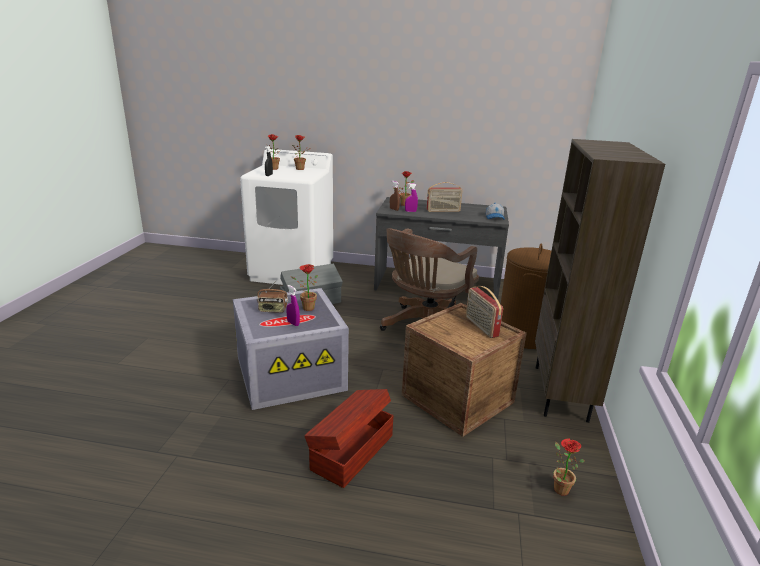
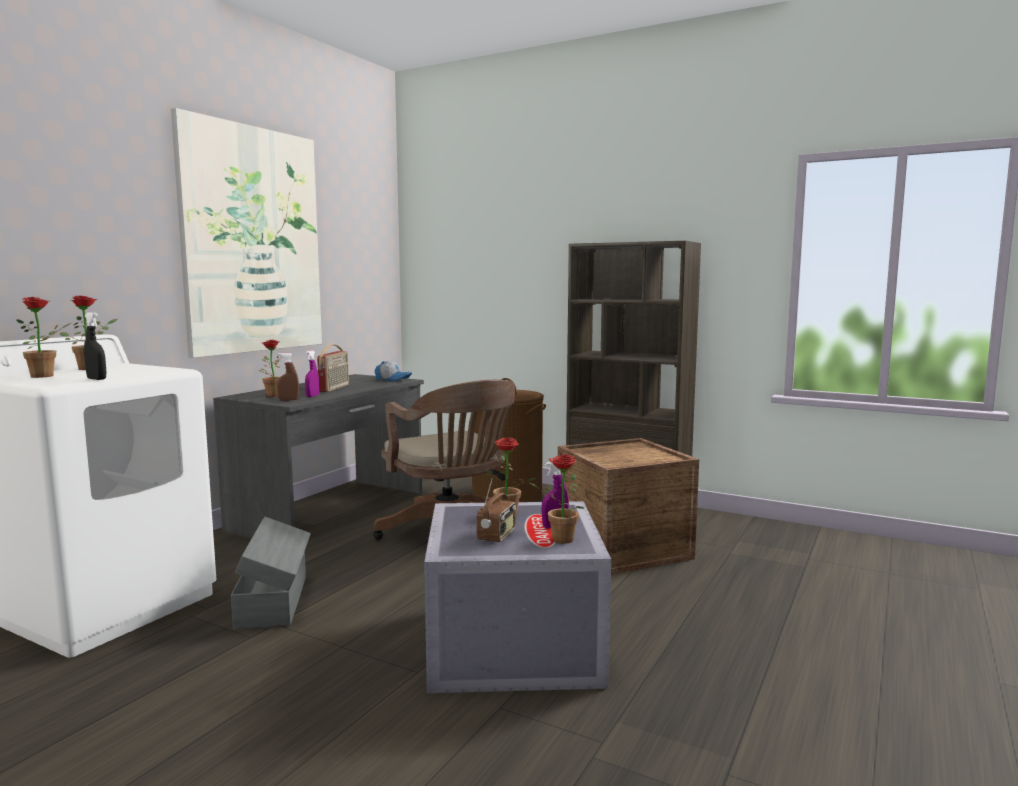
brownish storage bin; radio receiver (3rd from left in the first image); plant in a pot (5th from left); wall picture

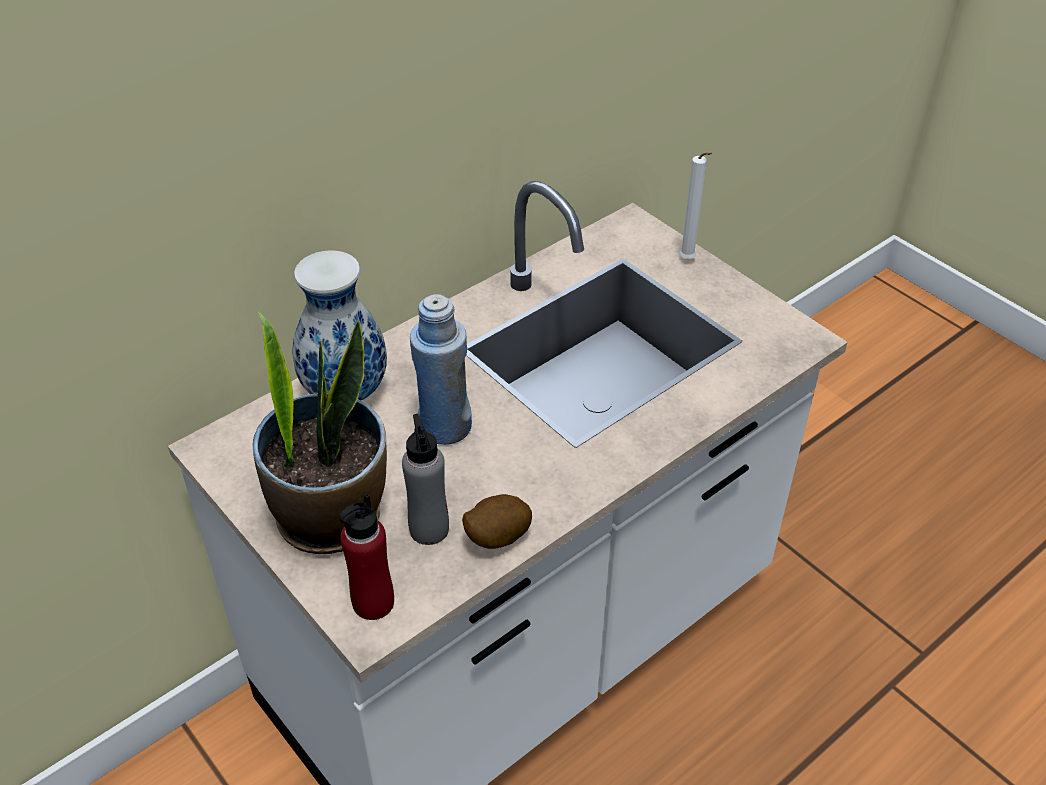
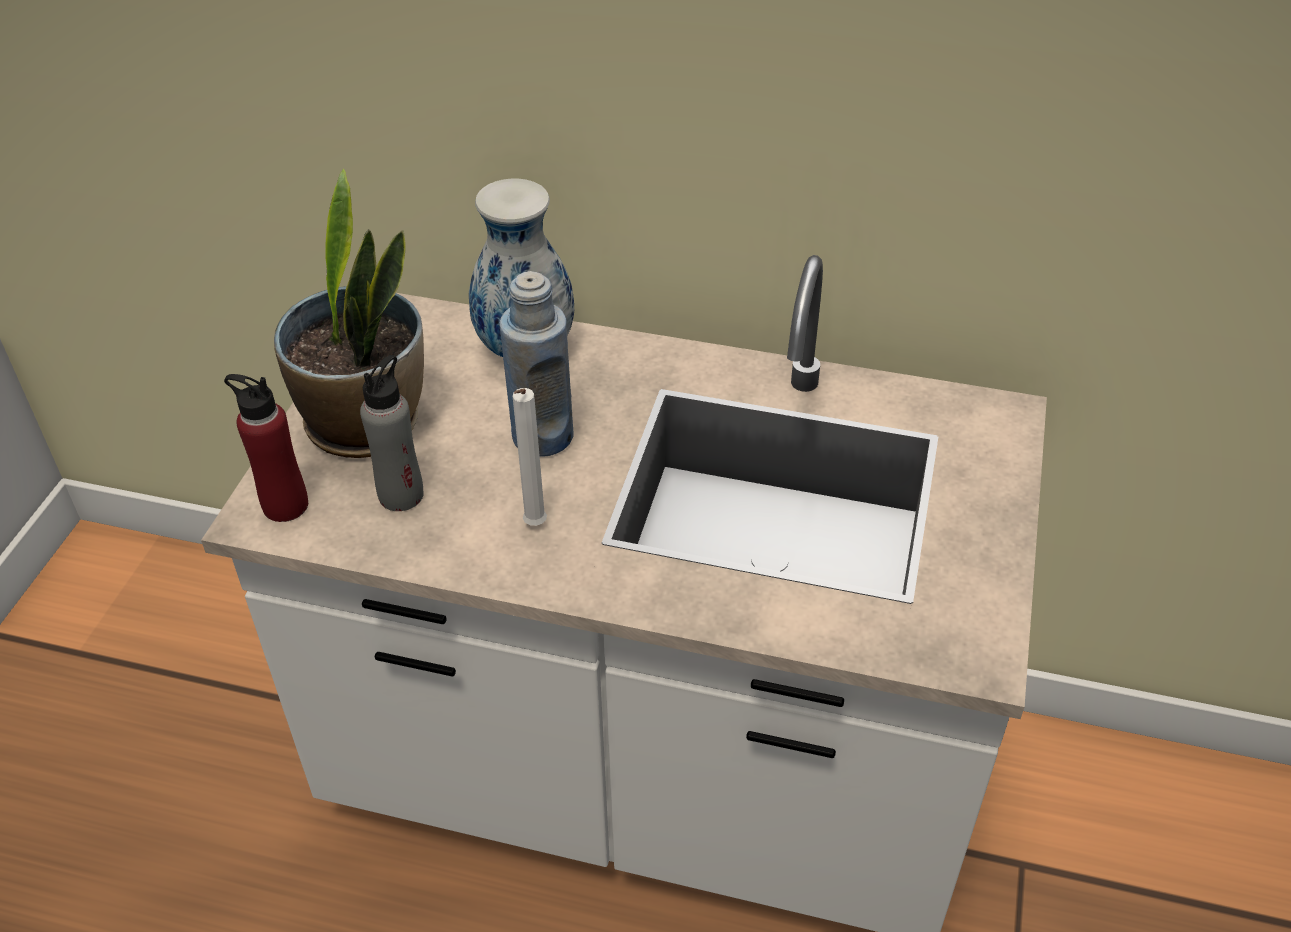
spud; white wax light

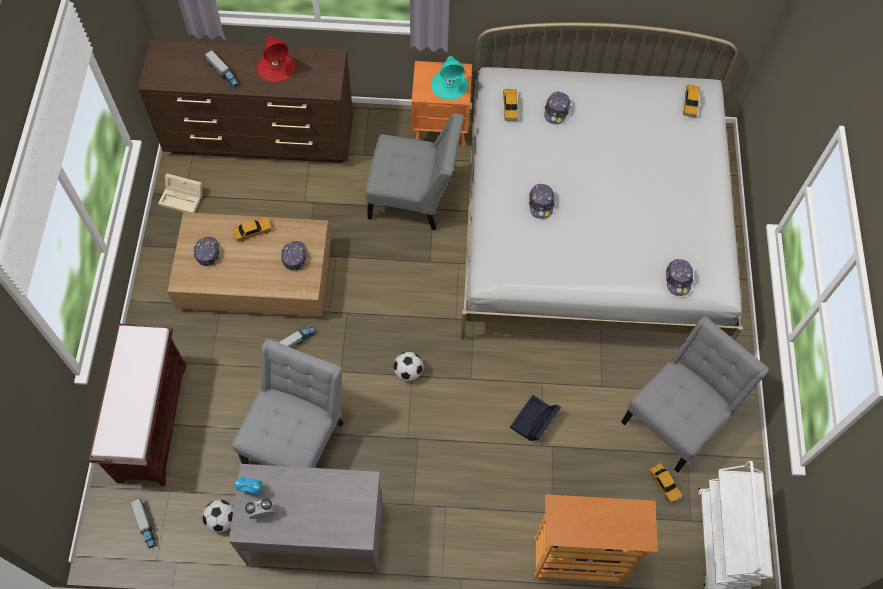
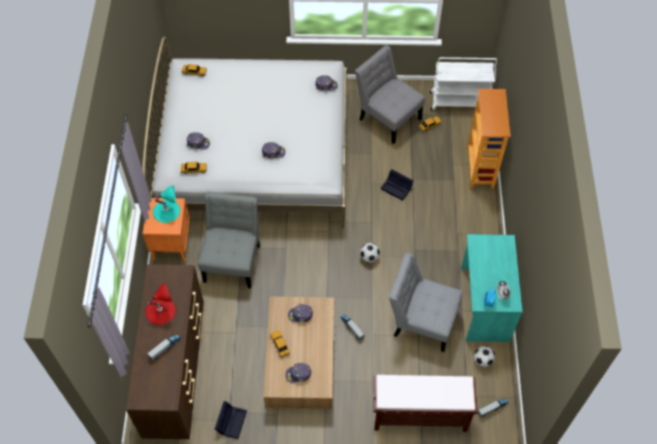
black storage bin (1st from left); blue-green desk

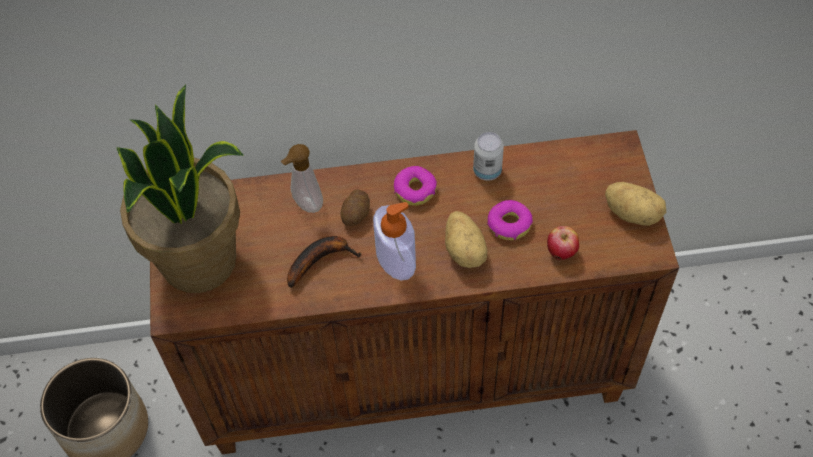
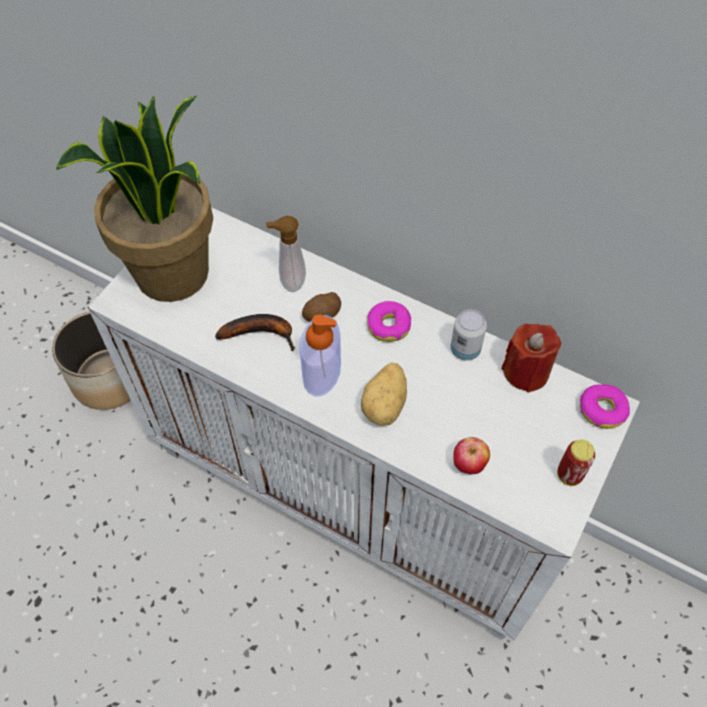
white cabinet; ring doughnut (2nd from left); can (2nd from left); red-coloured wax light

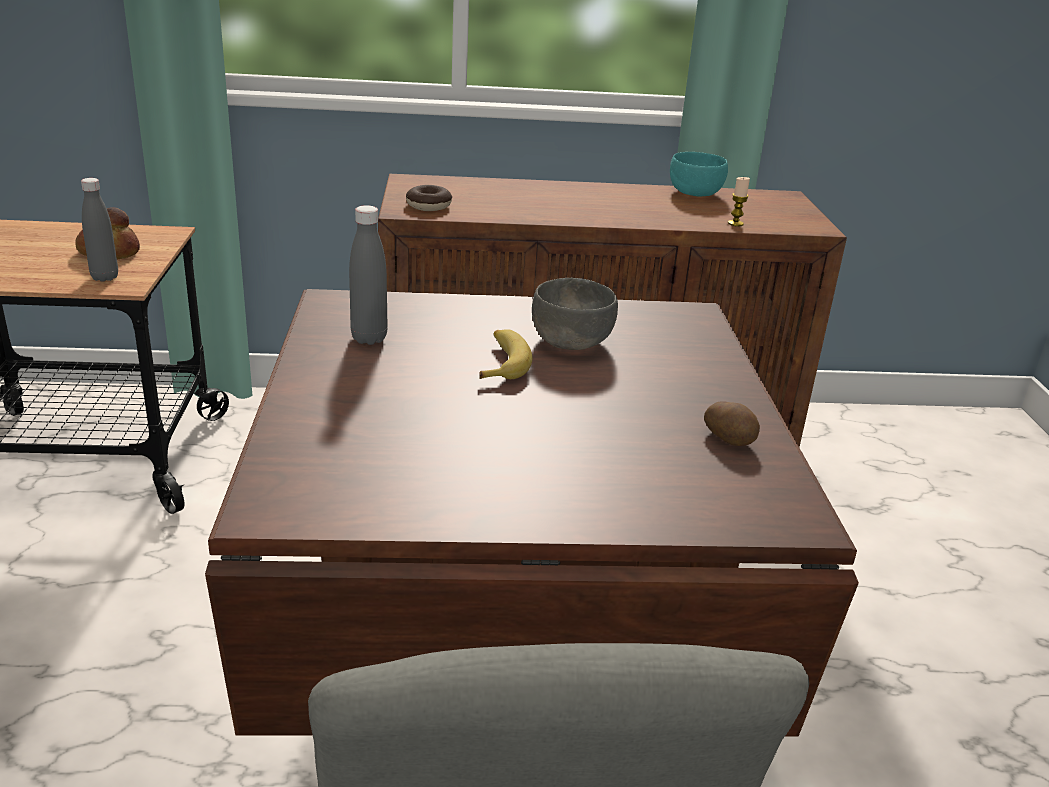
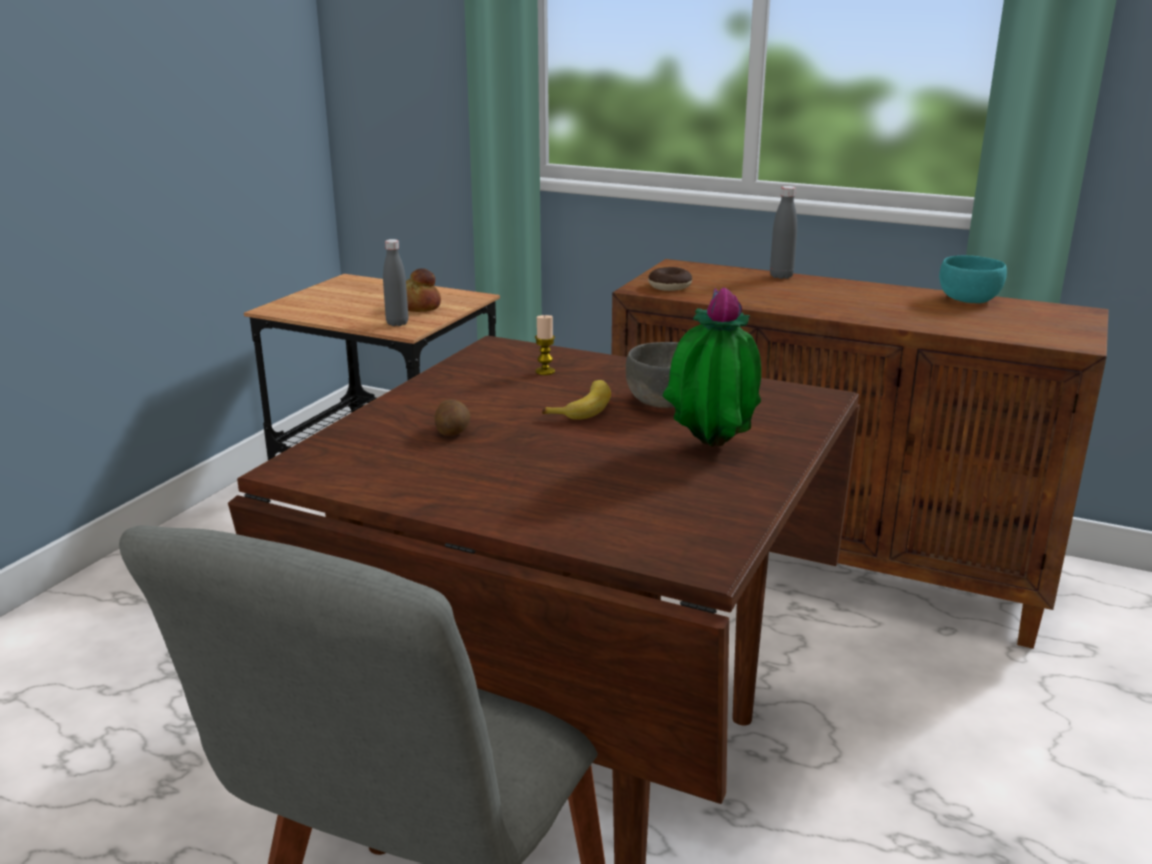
gray bottle (2nd from left); spud; wax light; plant in a pot

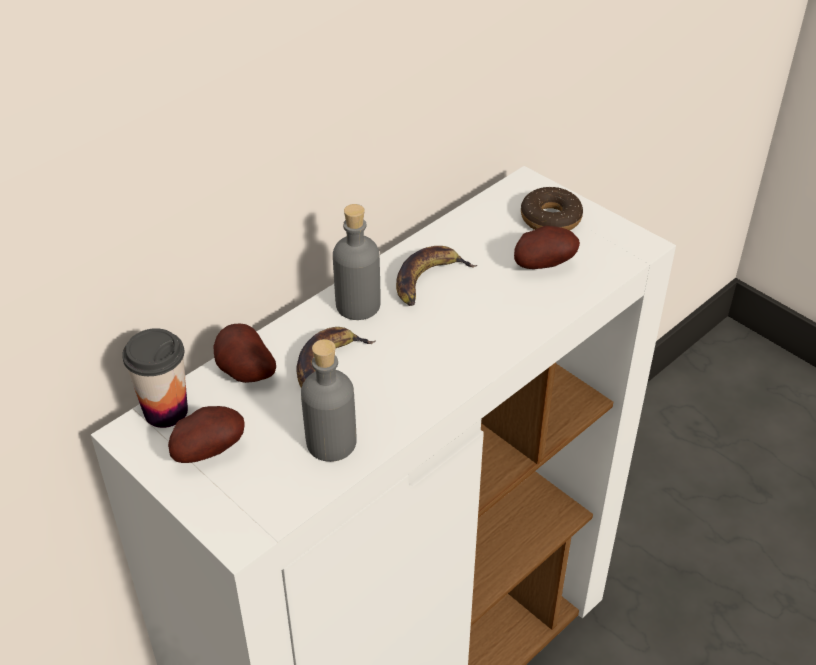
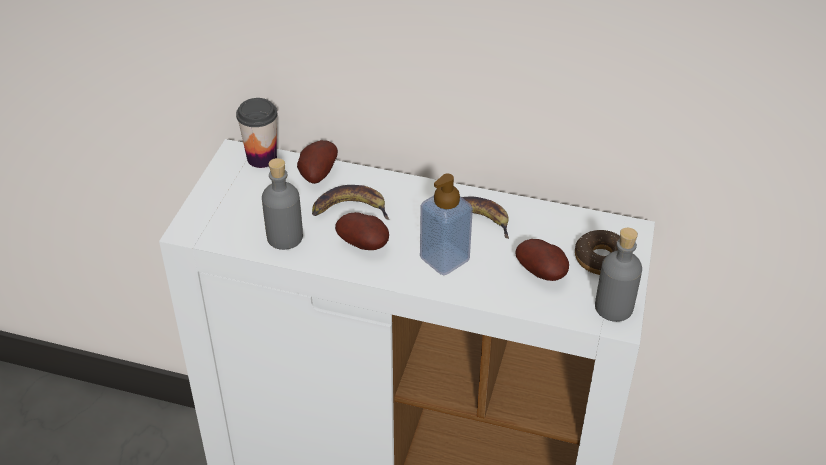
spud (2nd from left); gray bottle (2nd from left); soap bottle

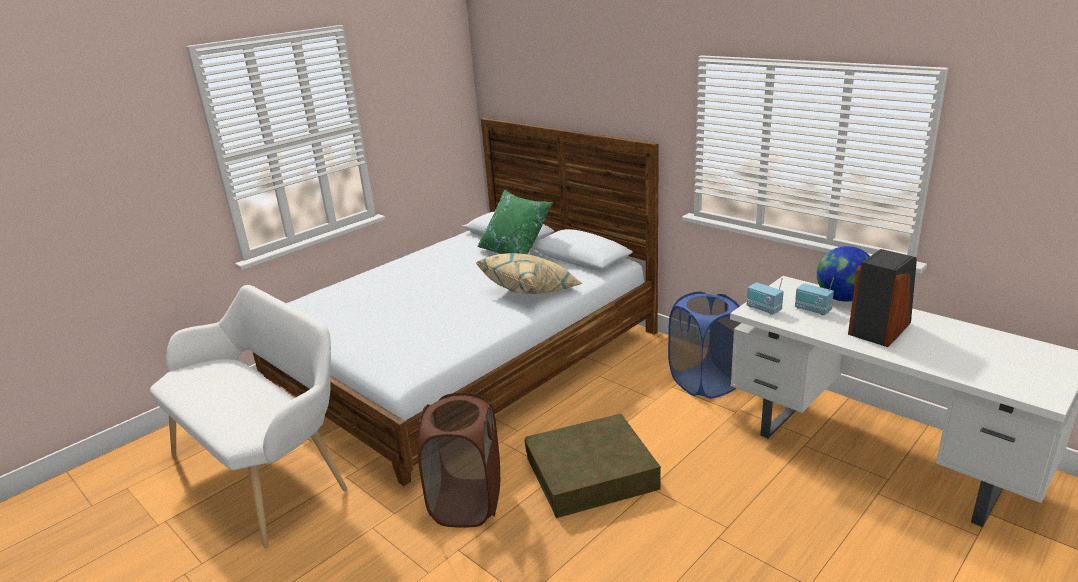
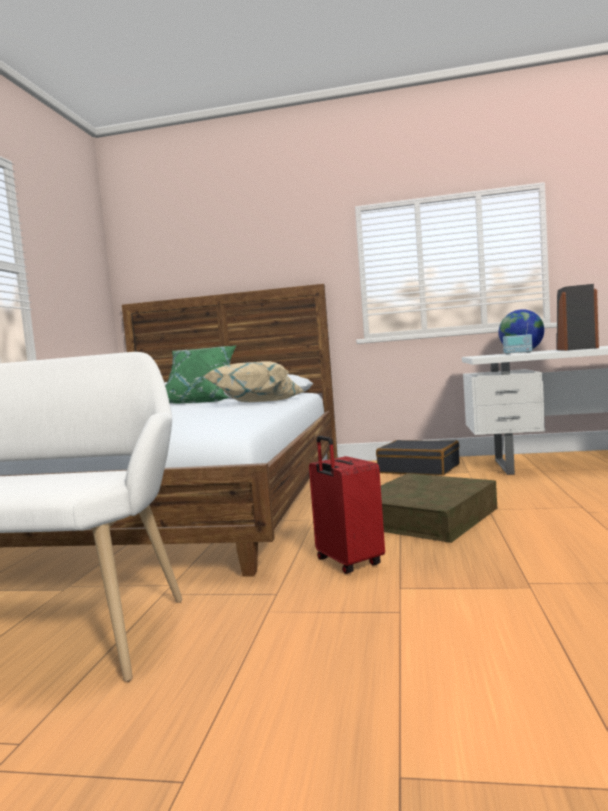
red-coloured piece of luggage; black piece of luggage; radio receiver (1st from left in the first image)

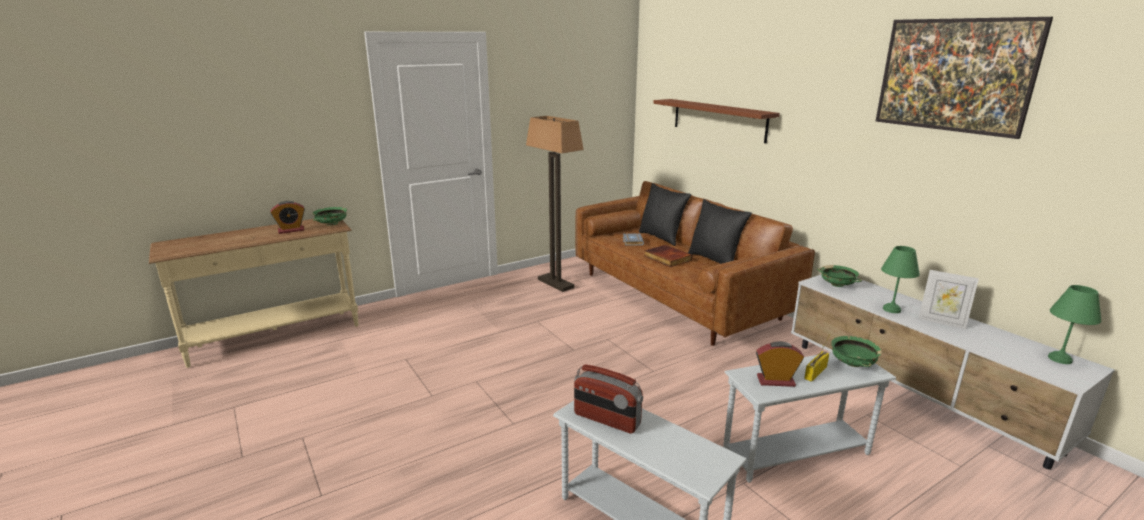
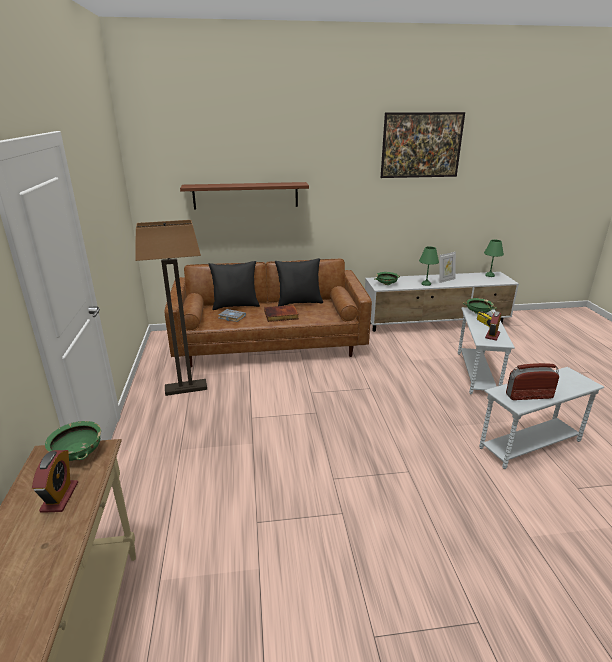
radio receiver (2nd from left)

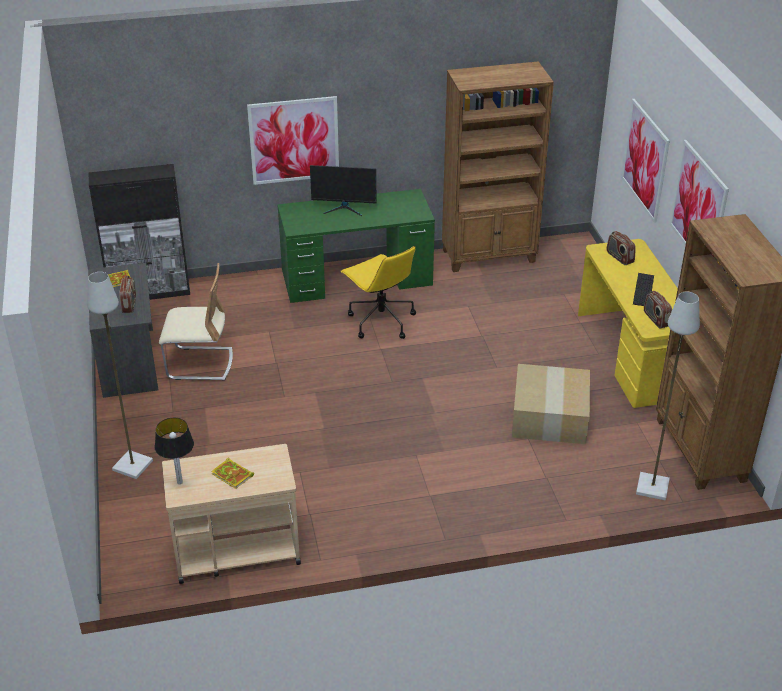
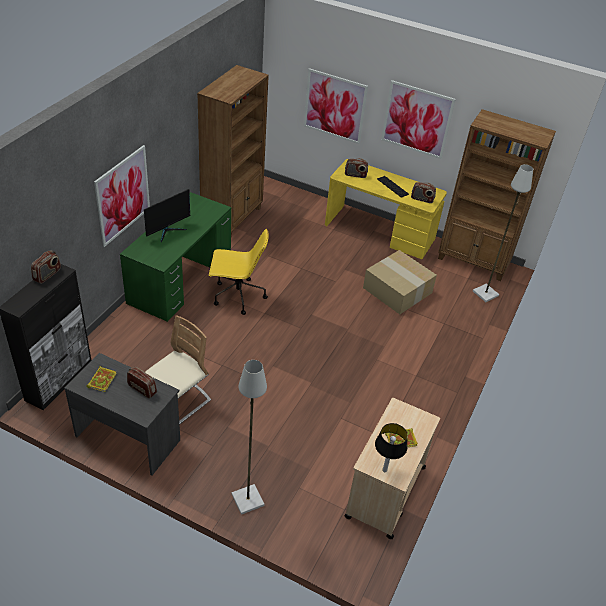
radio receiver (1st from left)

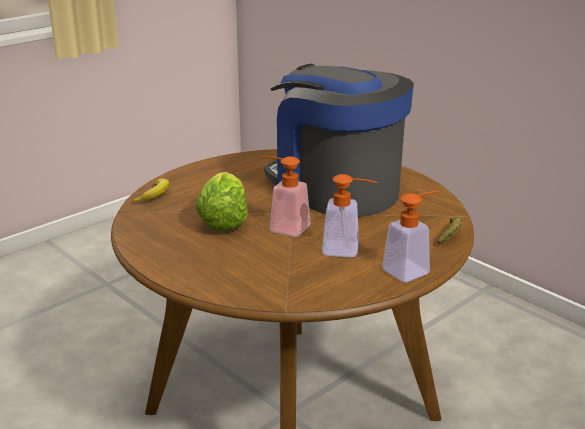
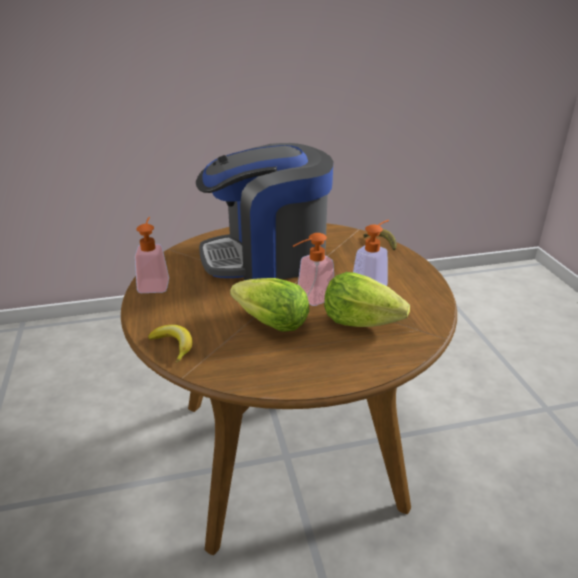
soap bottle (1st from left); head of lettuce (2nd from left)

